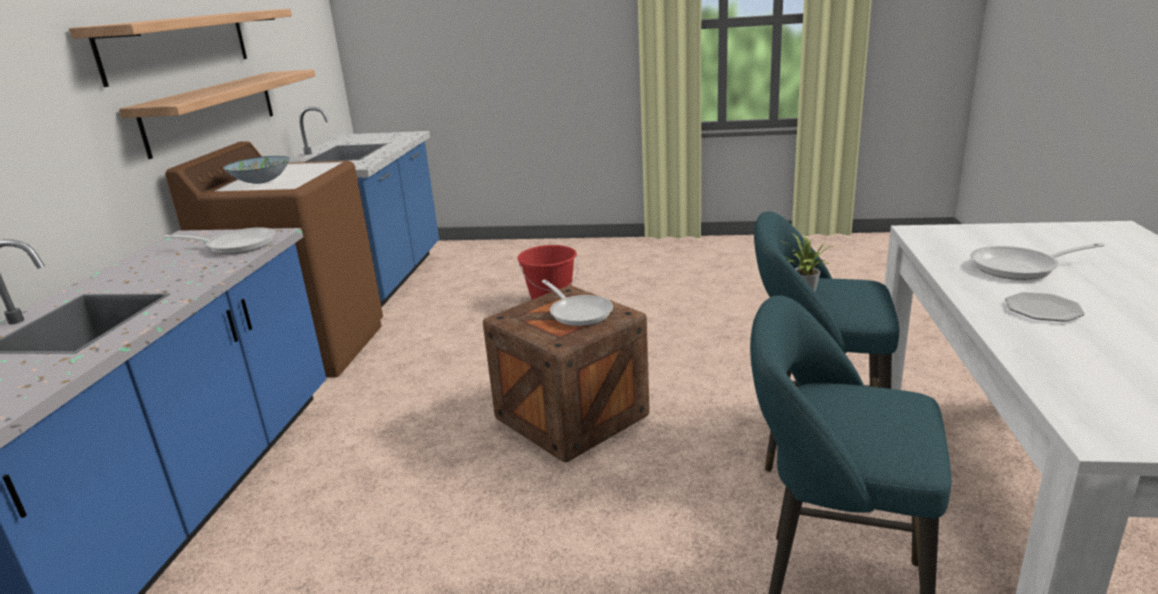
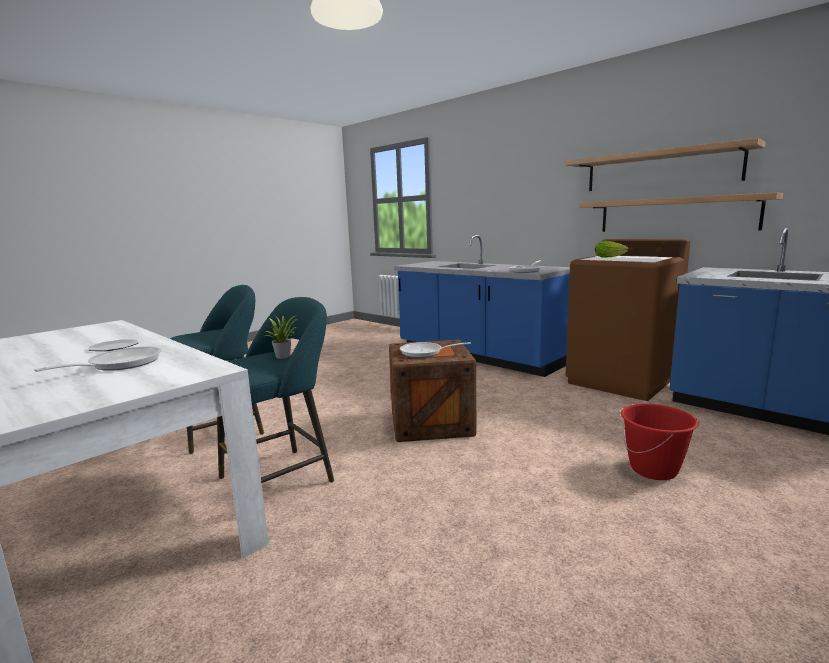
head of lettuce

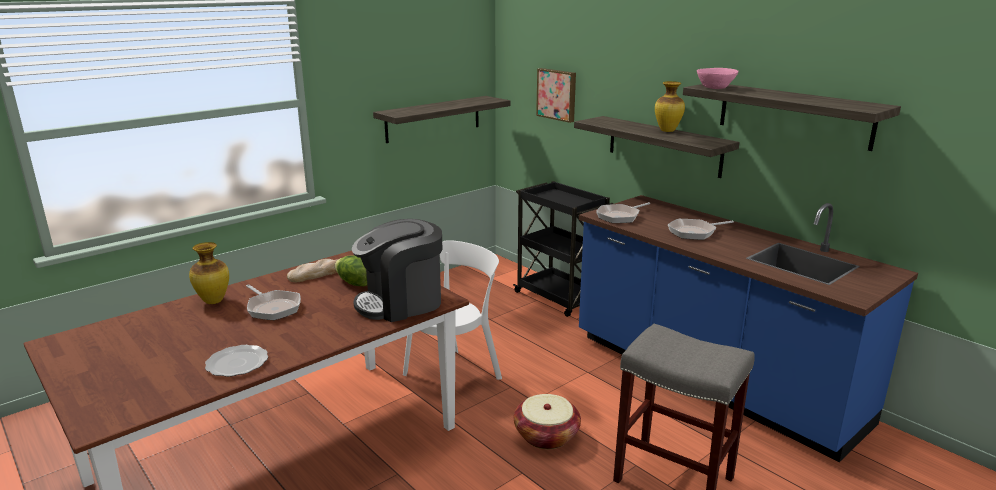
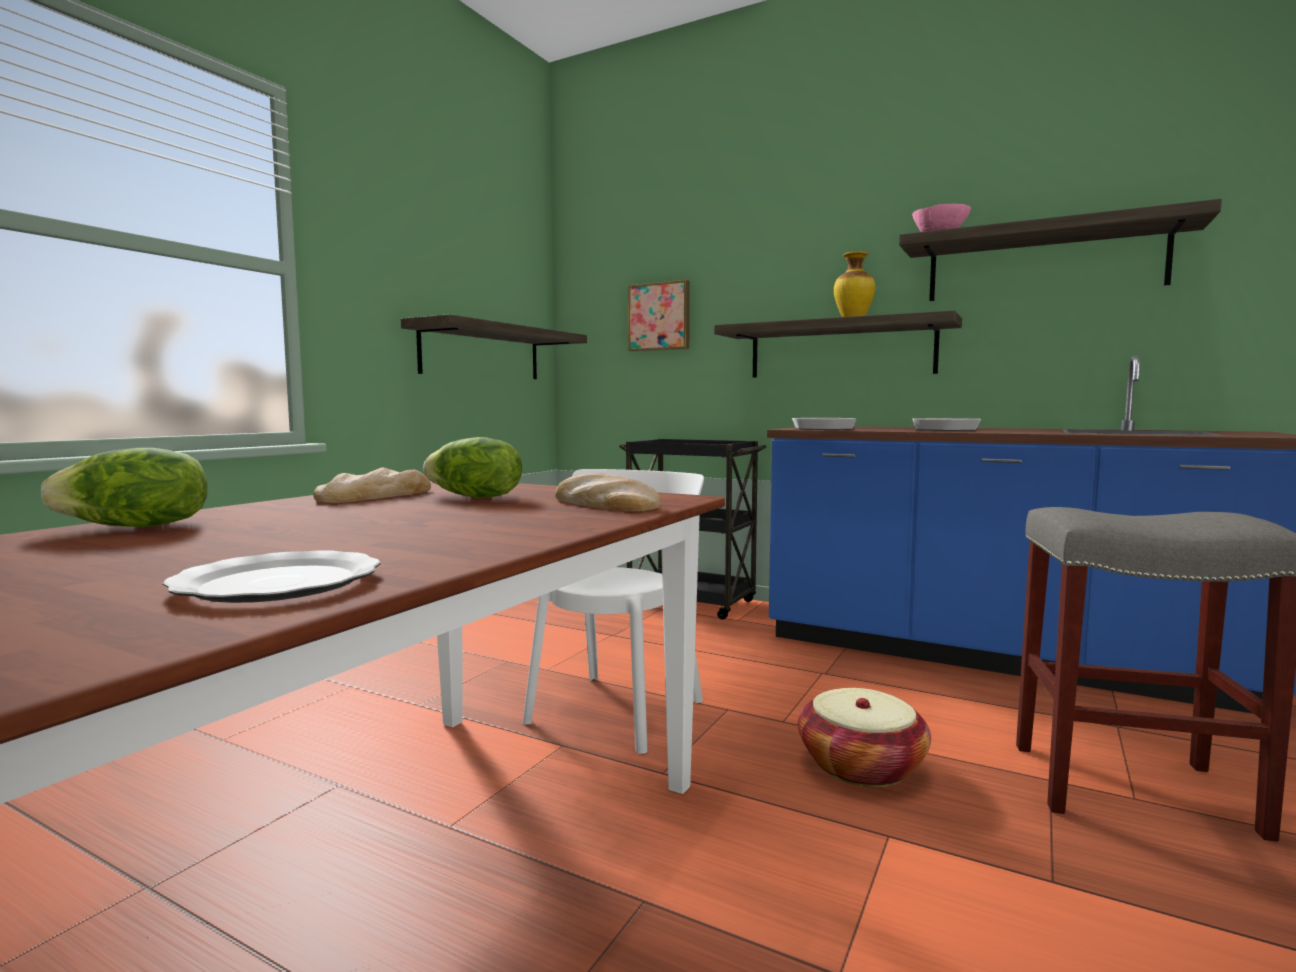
head of lettuce (1st from left); frying pan (1st from left in the first image); bakery bread (2nd from left)

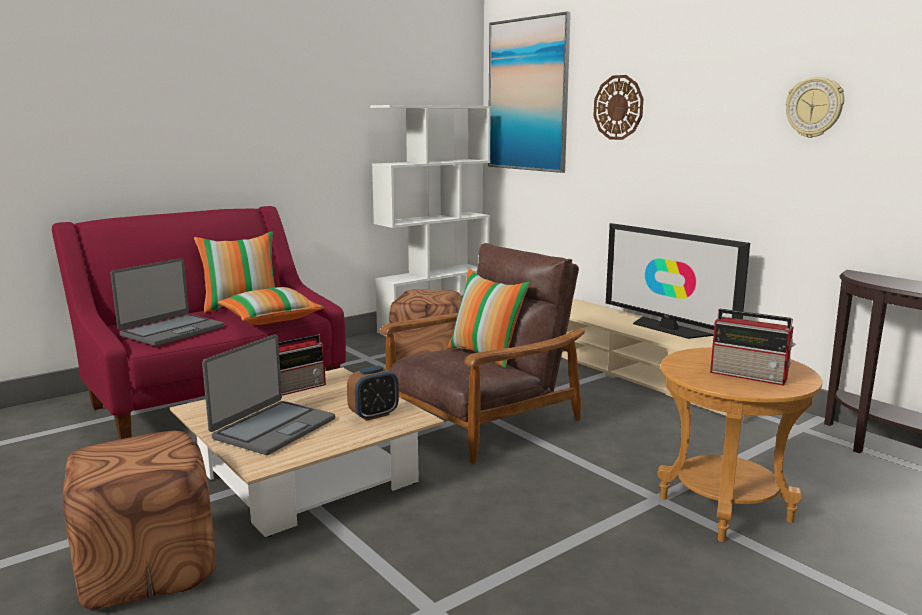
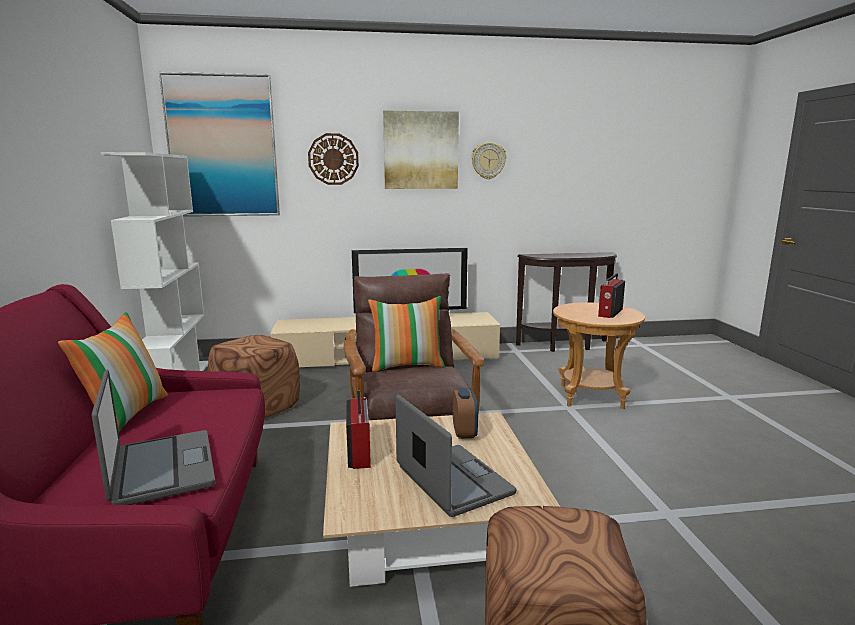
pillow (2nd from left in the first image); radio receiver (2nd from left); wall picture (2nd from left)

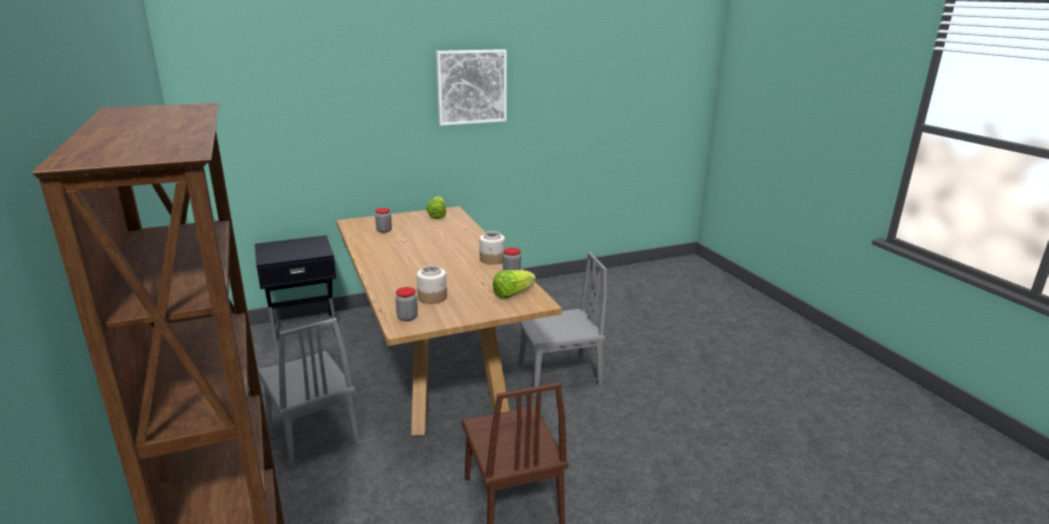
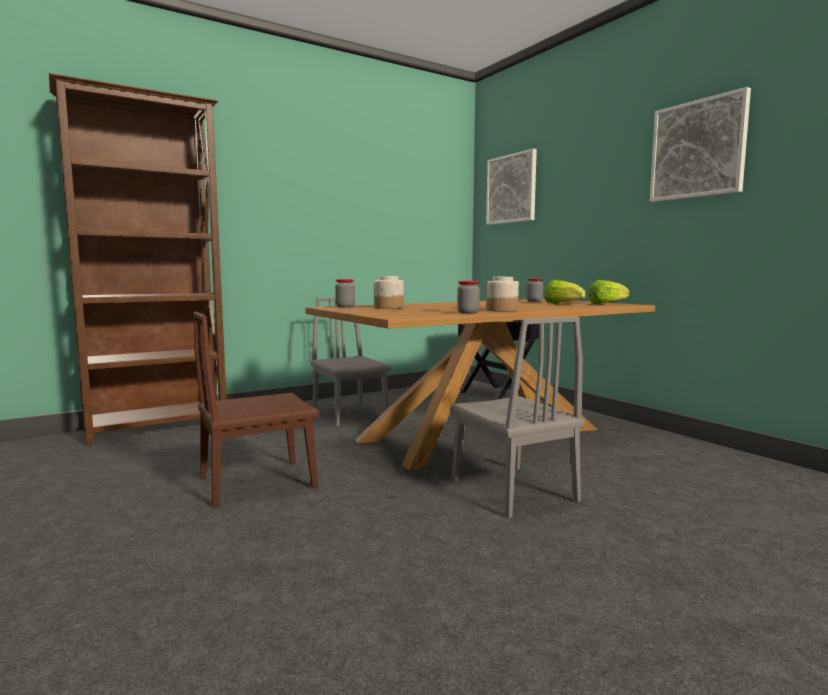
gray chair (1st from left); head of lettuce (1st from left); wall picture (1st from left)

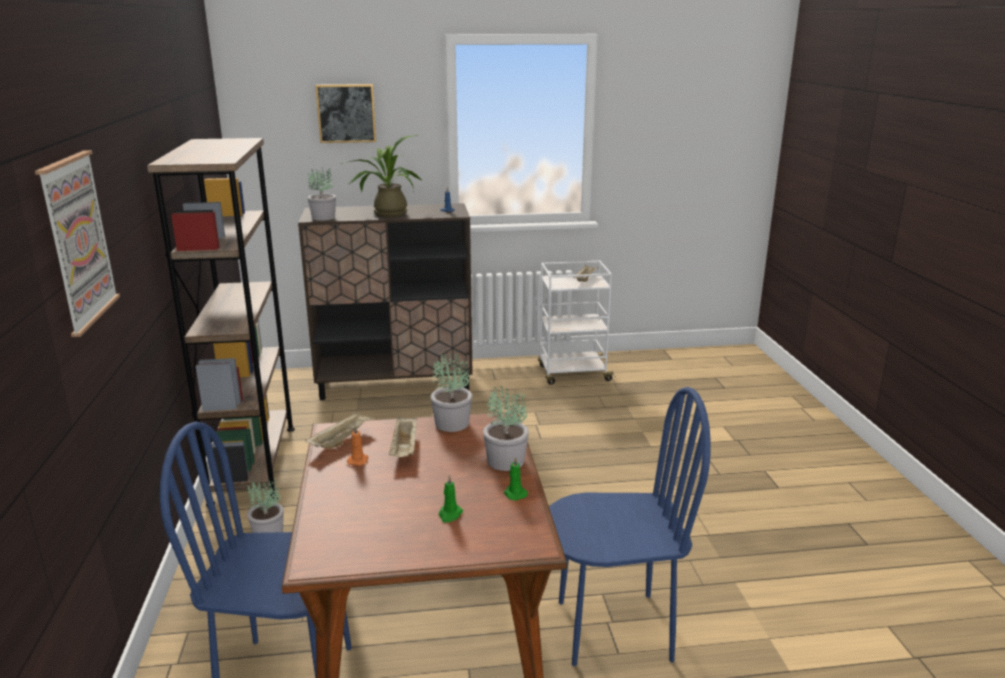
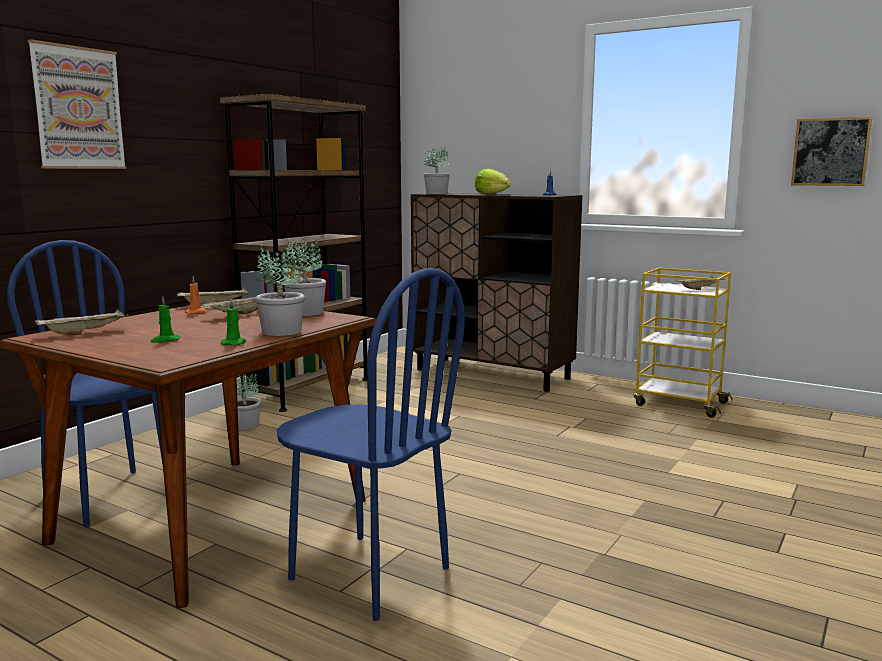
wall picture (2nd from left); head of lettuce; yellowish wheeled cart; beige carrying tray (1st from left)

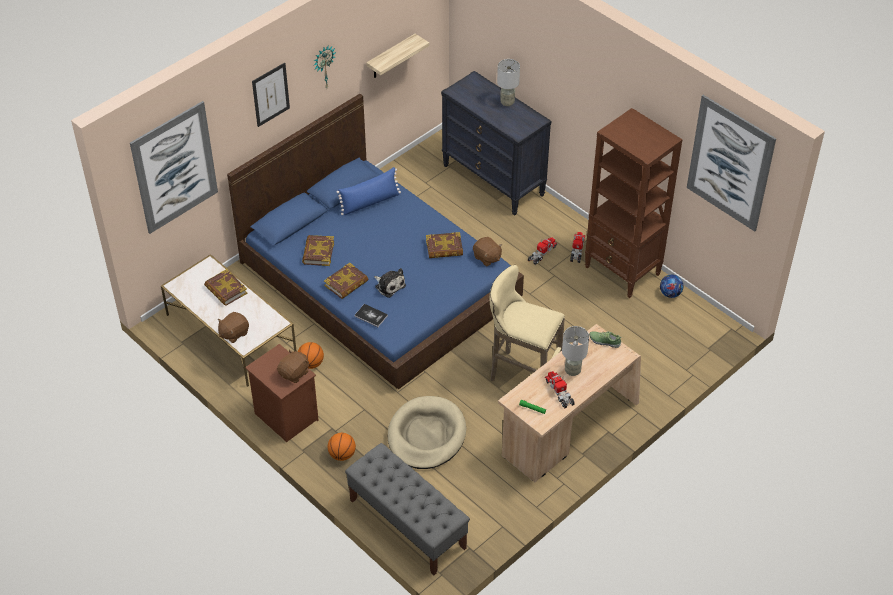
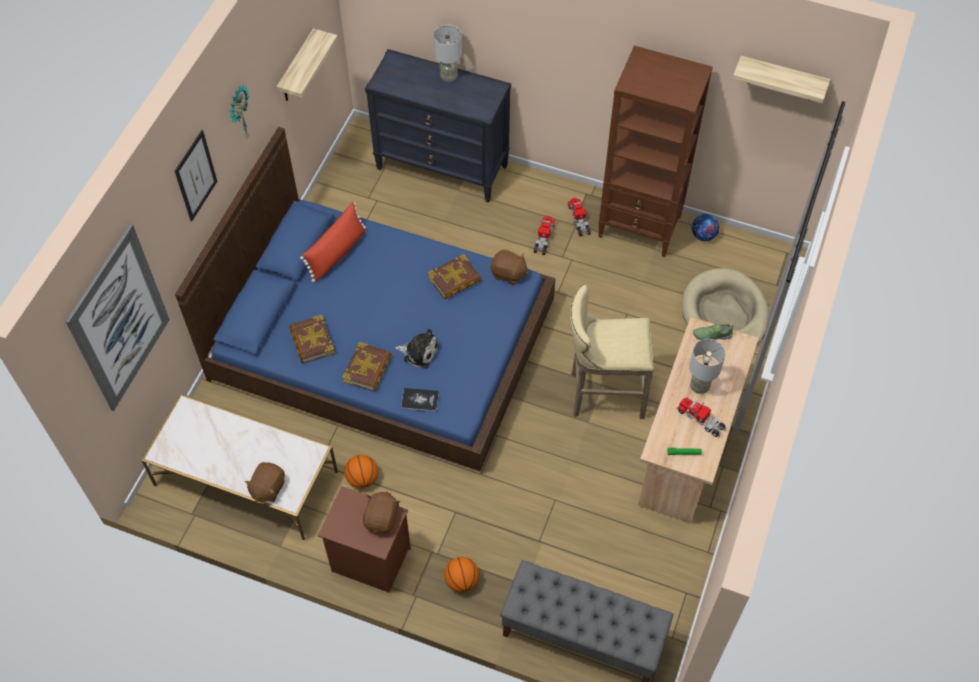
volume (1st from left in the first image); red-coloured pillow; beige dog cushion; bracket shelf (2nd from left)

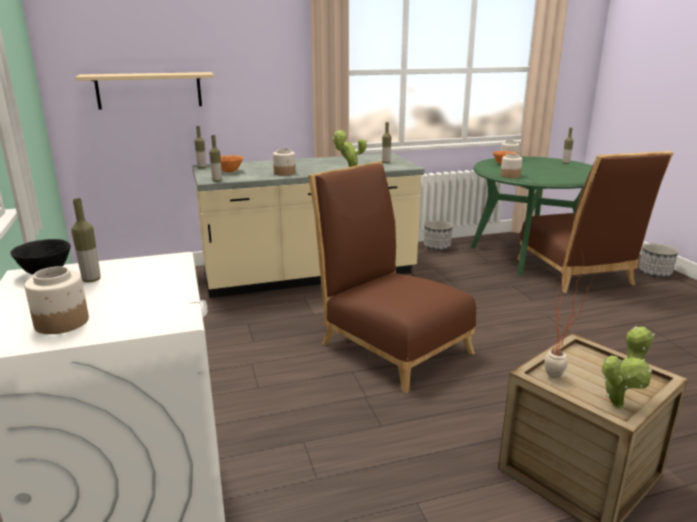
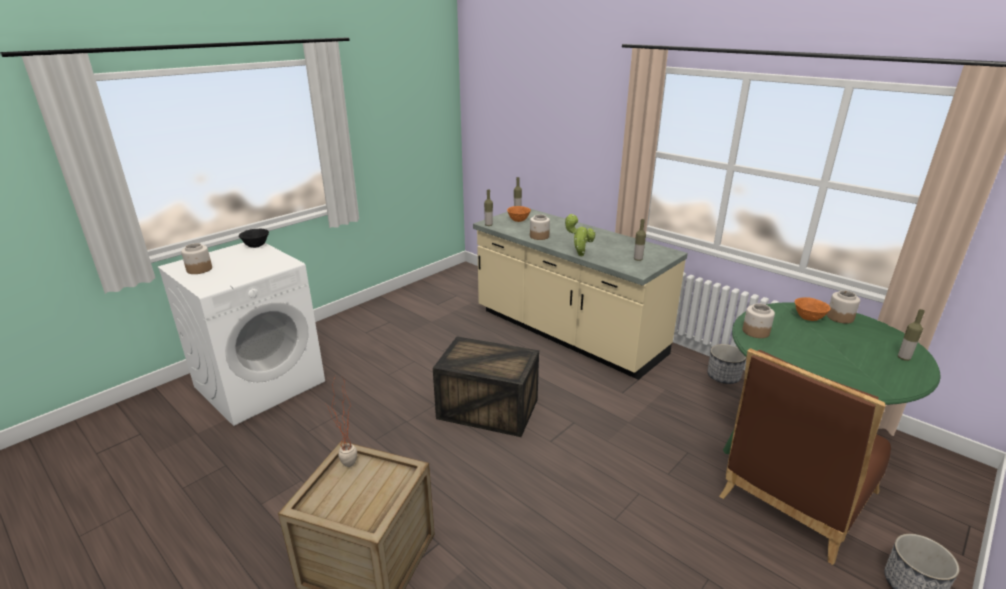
bottle (1st from left in the first image); beige bracket shelf; shipping crate (2nd from left); plant in a pot (3rd from left in the first image)

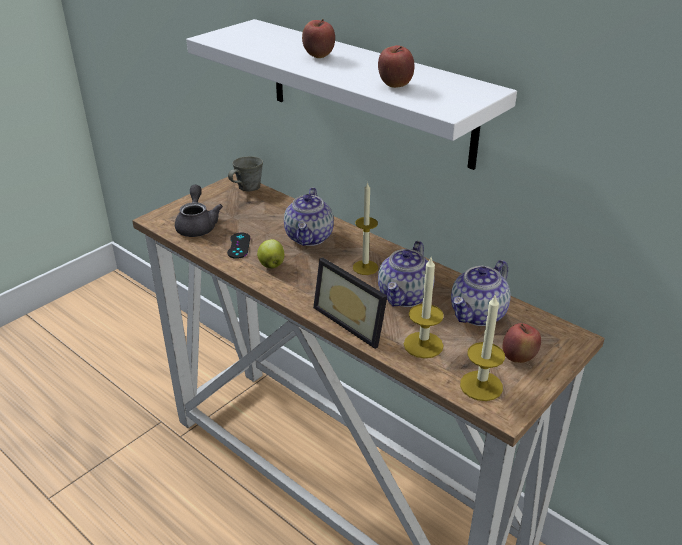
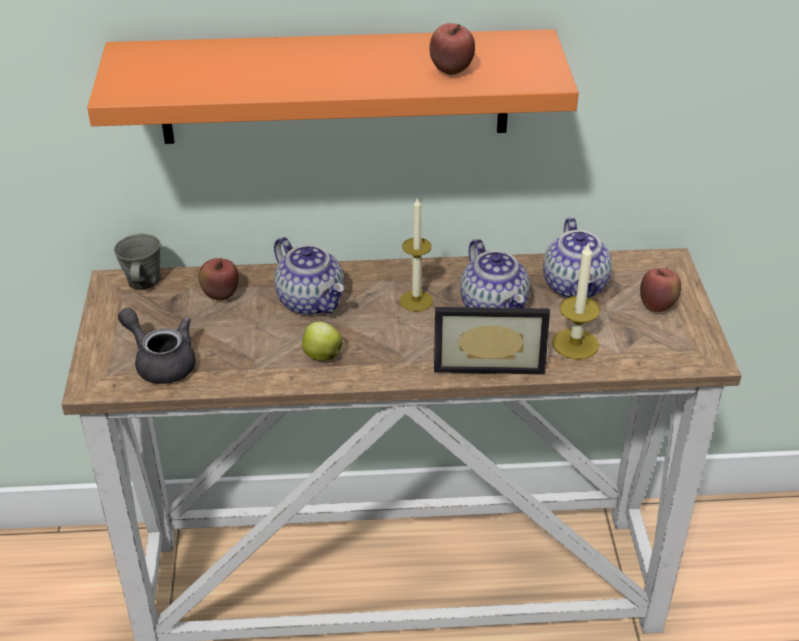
orange bracket shelf; black gamepad; apple (1st from left); wax light (3rd from left in the first image)

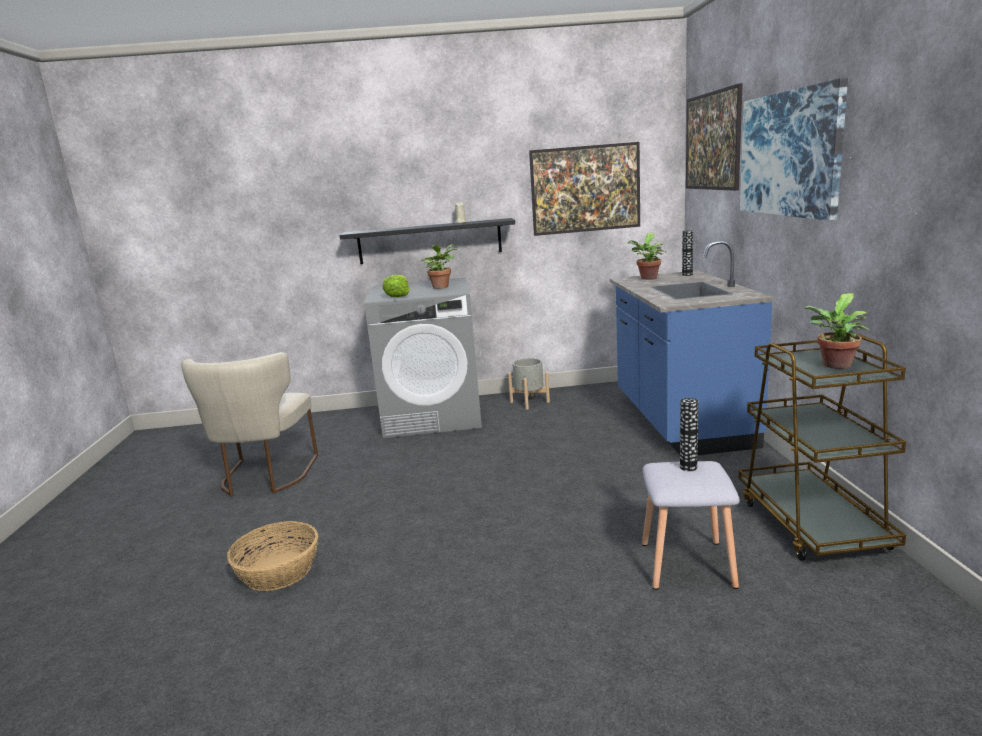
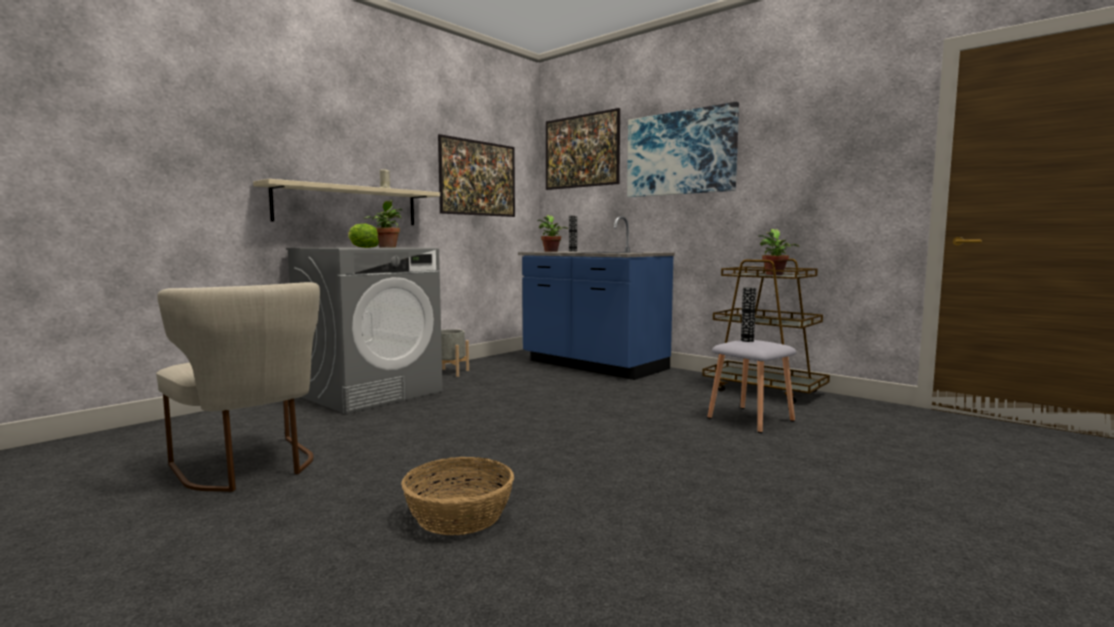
beige bracket shelf

